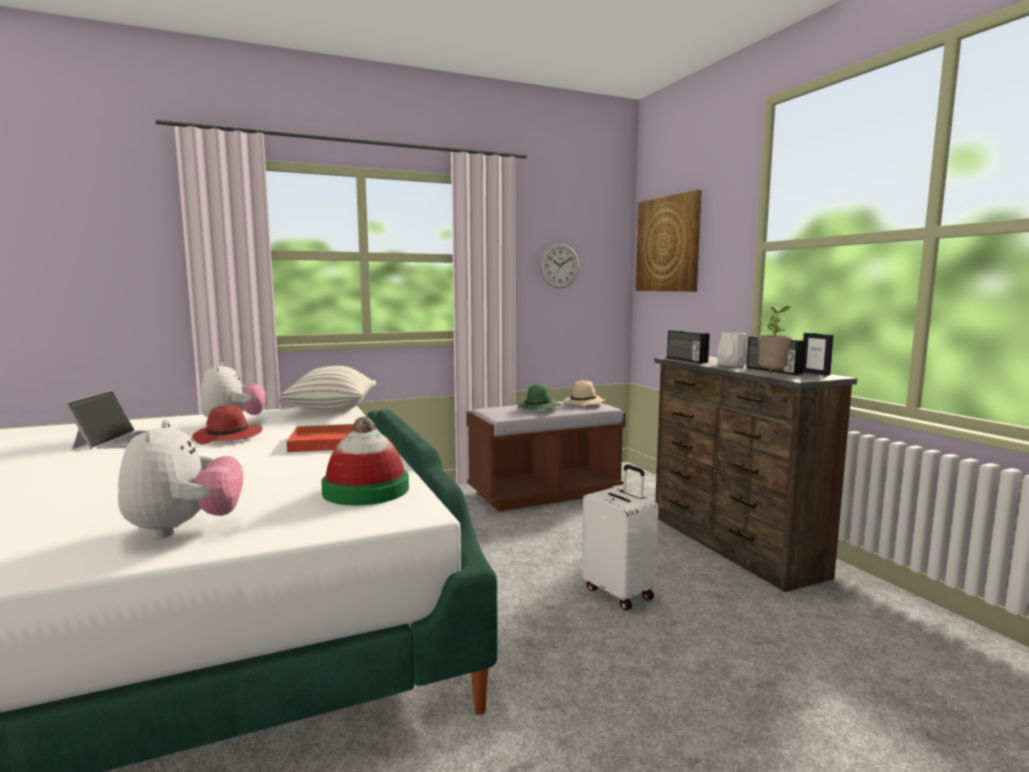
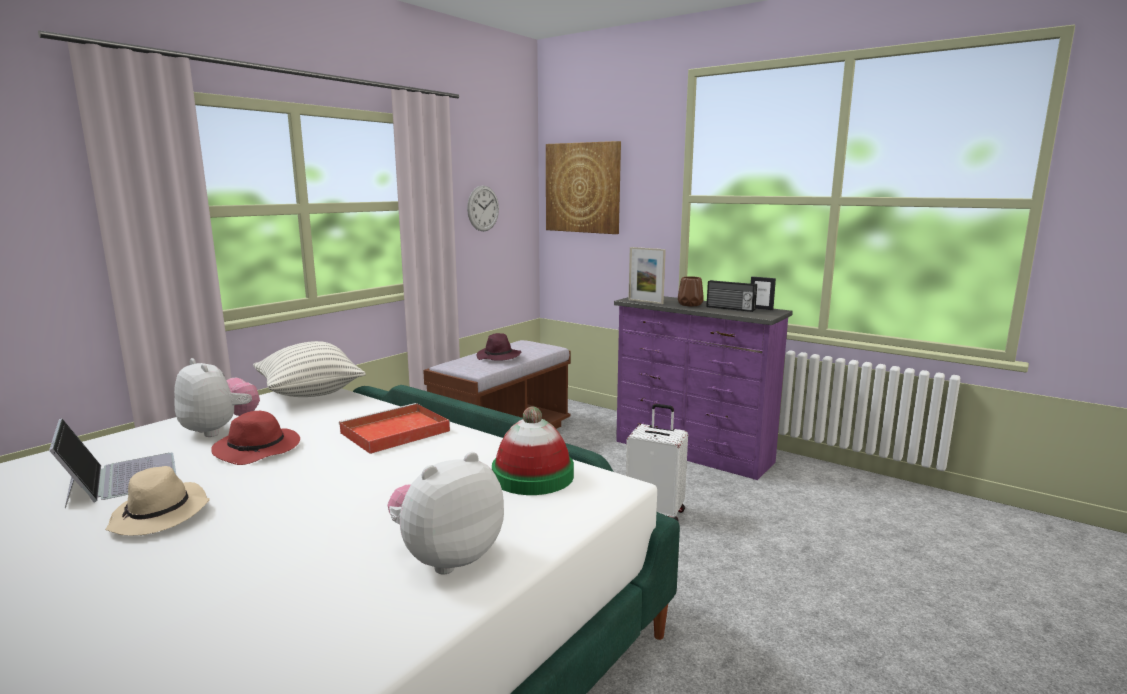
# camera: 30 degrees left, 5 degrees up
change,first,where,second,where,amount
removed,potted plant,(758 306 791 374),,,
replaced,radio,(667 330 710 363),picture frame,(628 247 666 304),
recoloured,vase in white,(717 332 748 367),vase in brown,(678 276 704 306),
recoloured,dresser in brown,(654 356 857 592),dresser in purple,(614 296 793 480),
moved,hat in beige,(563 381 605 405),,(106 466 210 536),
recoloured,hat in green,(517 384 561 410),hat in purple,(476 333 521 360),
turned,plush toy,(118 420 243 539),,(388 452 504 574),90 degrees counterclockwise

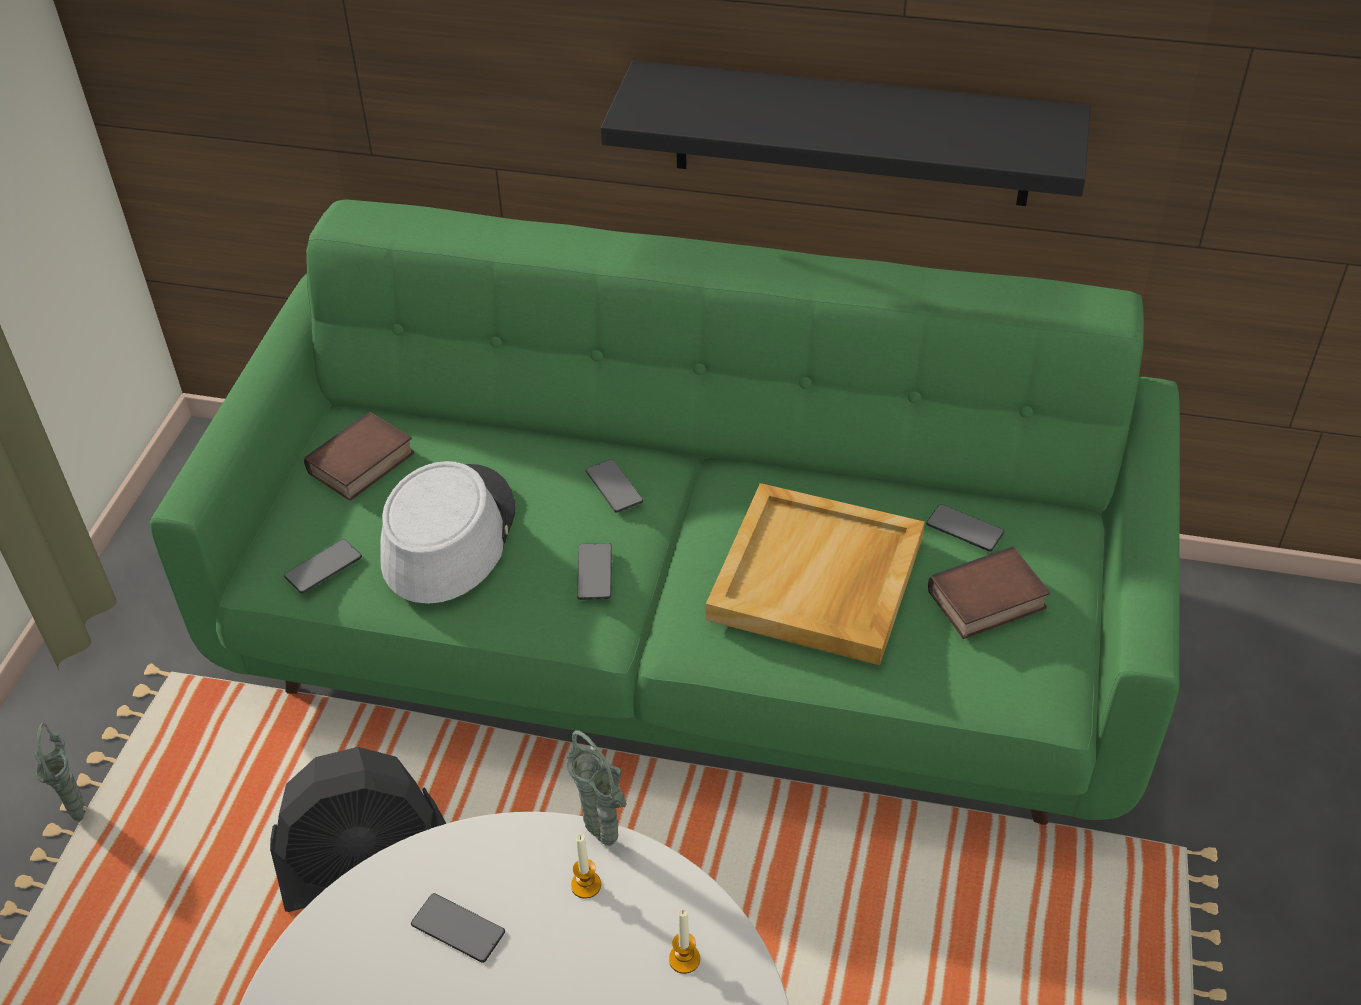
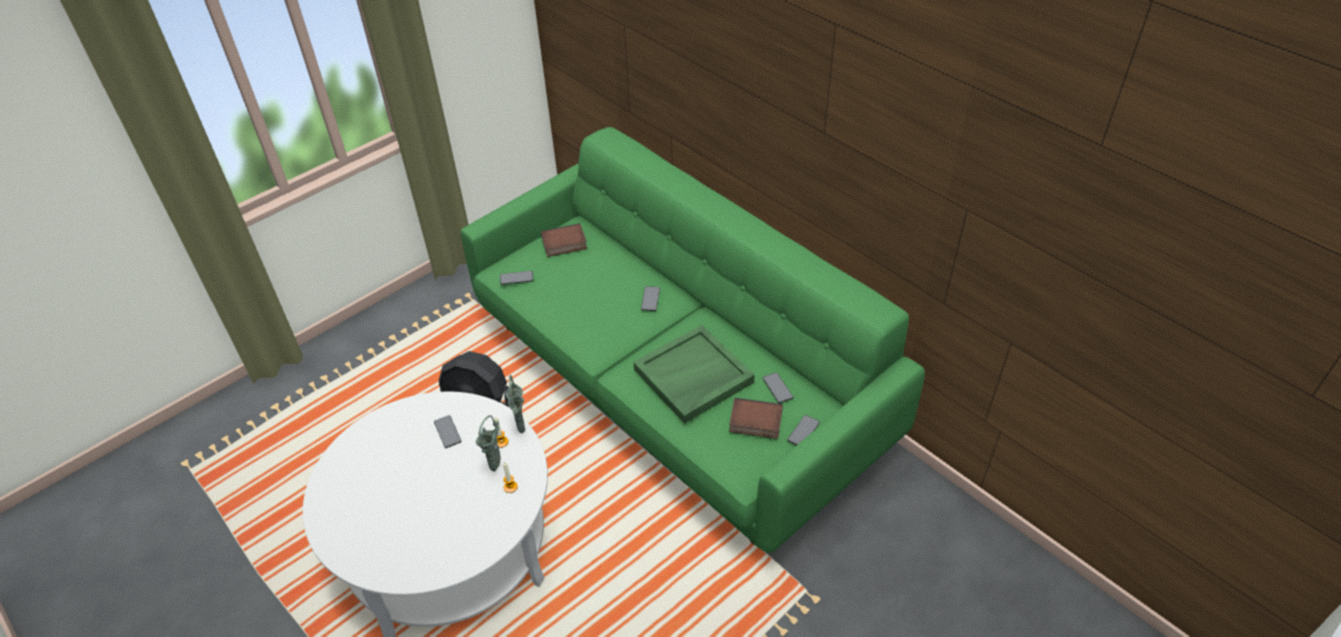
# camera: 35 degrees right, 0 degrees up
change,first,where,second,where,amount
removed,shelf in black,(601 60 1091 206),,,
removed,hat in grey,(380 461 516 604),,,
recoloured,tray in beige,(706 483 925 665),tray in green,(633 325 755 424),
moved,phone,(577 543 612 600),,(787 415 820 445),
moved,vase in green,(35 723 84 821),,(476 415 501 472),

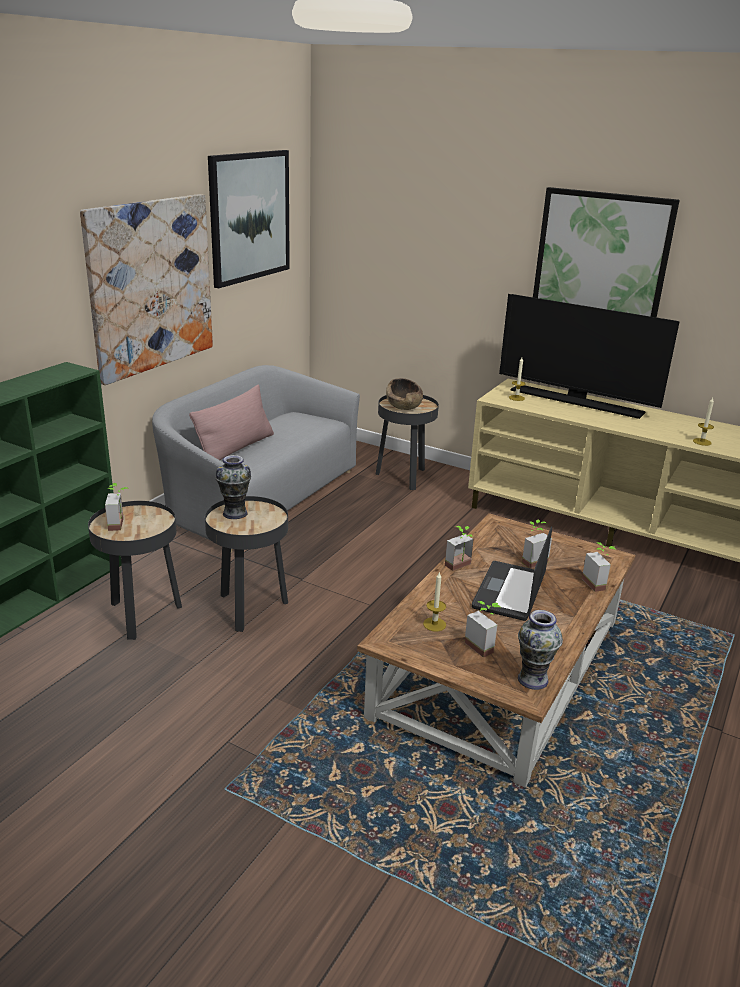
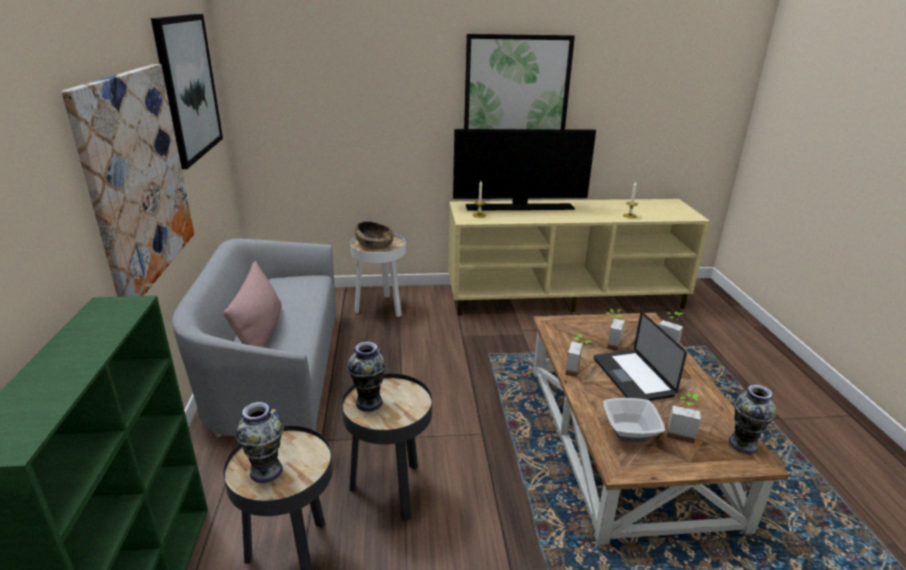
# camera: 35 degrees left, 0 degrees up
change,first,where,second,where,amount
recoloured,side table in black,(375 395 439 490),side table in white,(350 233 406 317),
replaced,potted plant,(105 483 128 531),vase,(236 402 284 483),
replaced,candle,(423 572 446 632),bowl,(603 398 665 443),

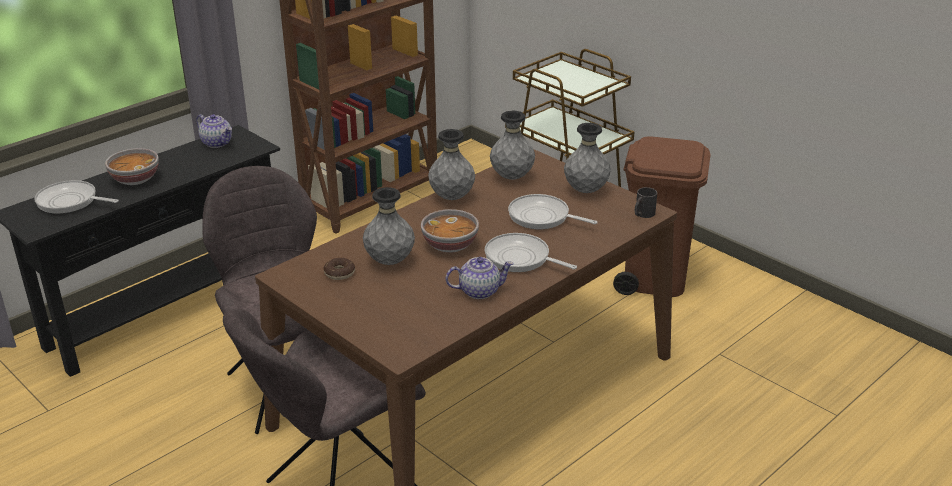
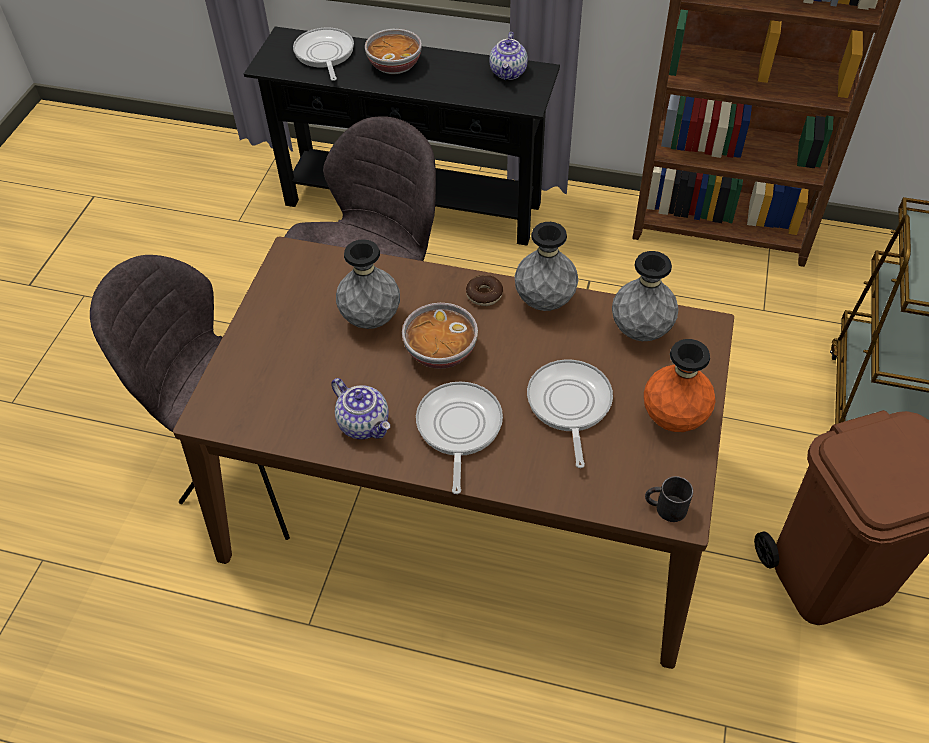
# camera: 60 degrees right, 20 degrees up
change,first,where,second,where,amount
recoloured,vase in grey,(564 123 611 193),vase in orange,(644 339 716 432),
moved,donut,(323 258 355 280),,(466 275 503 306),

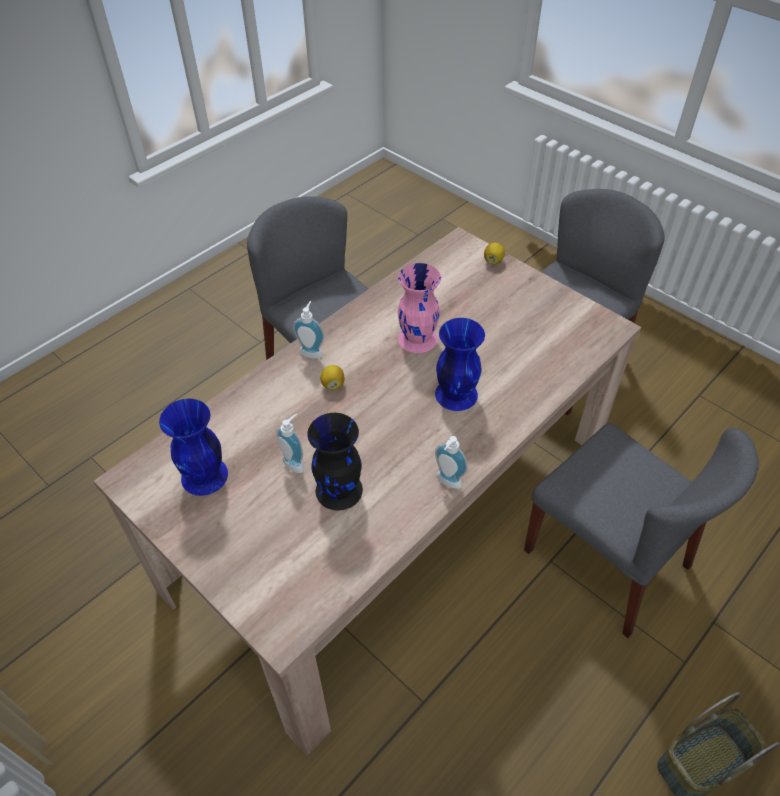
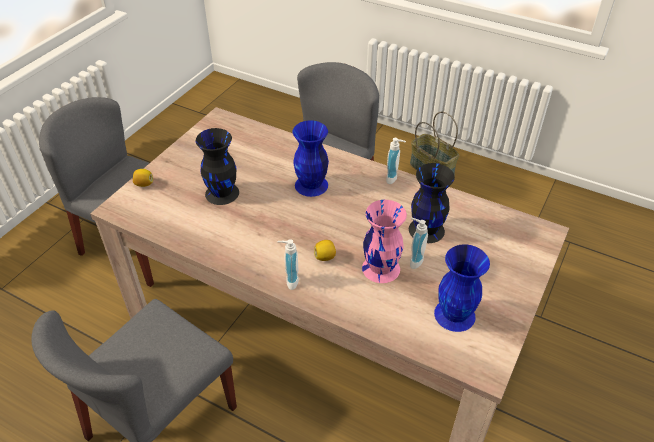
# camera: 105 degrees left, 5 degrees down
change,first,where,second,where,amount
moved,vase in pink,(398 263 441 353),,(362 200 407 283),
added,,,vase in black,(196 128 239 205),

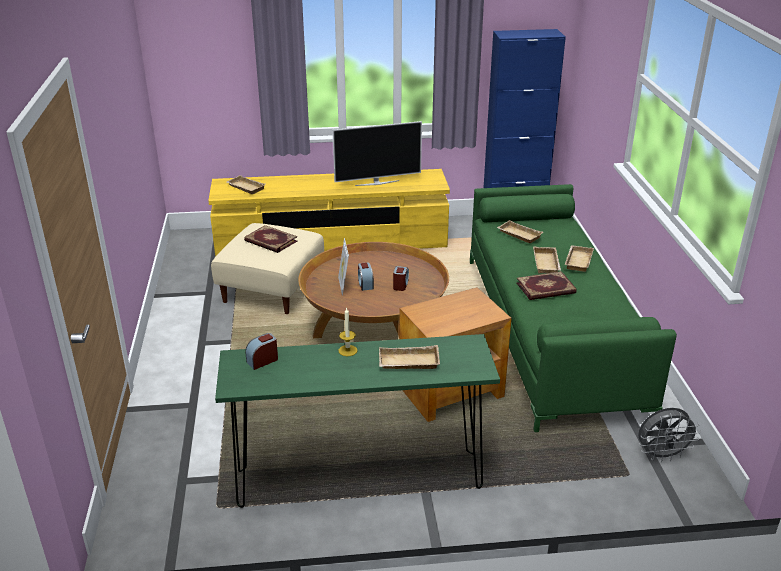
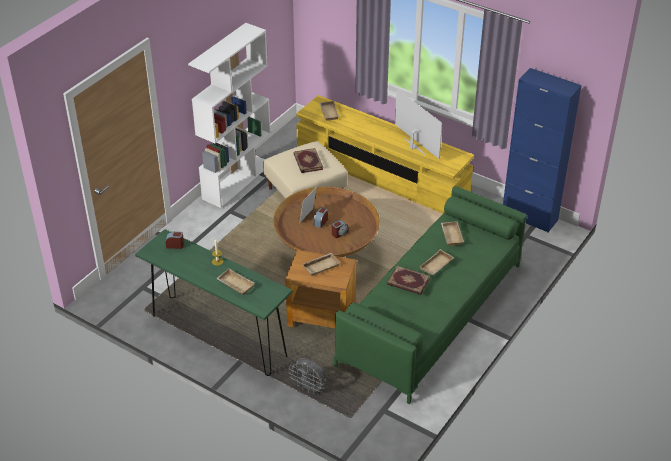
# camera: 40 degrees right, 10 degrees up
change,first,where,second,where,amount
turned,television,(332 121 422 186),,(395 89 442 159),150 degrees counterclockwise
moved,tray in beige,(565 245 594 272),,(302 253 340 276),
moved,fan in grey,(638 408 701 462),,(289 358 326 394),
added,,,bookcase in white,(188 23 271 208),

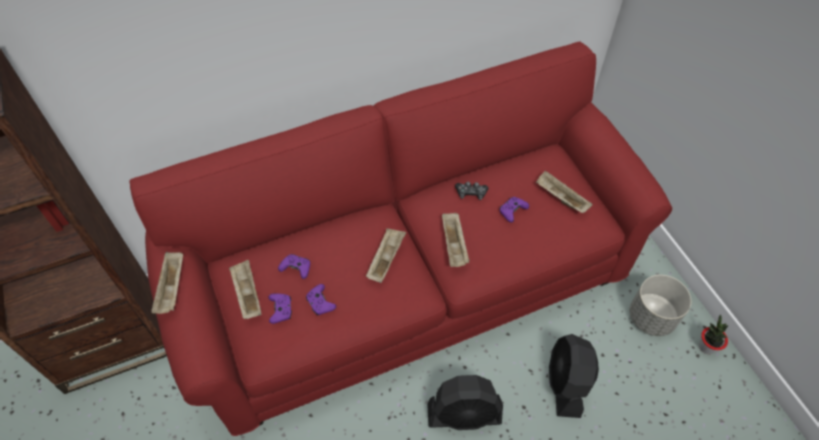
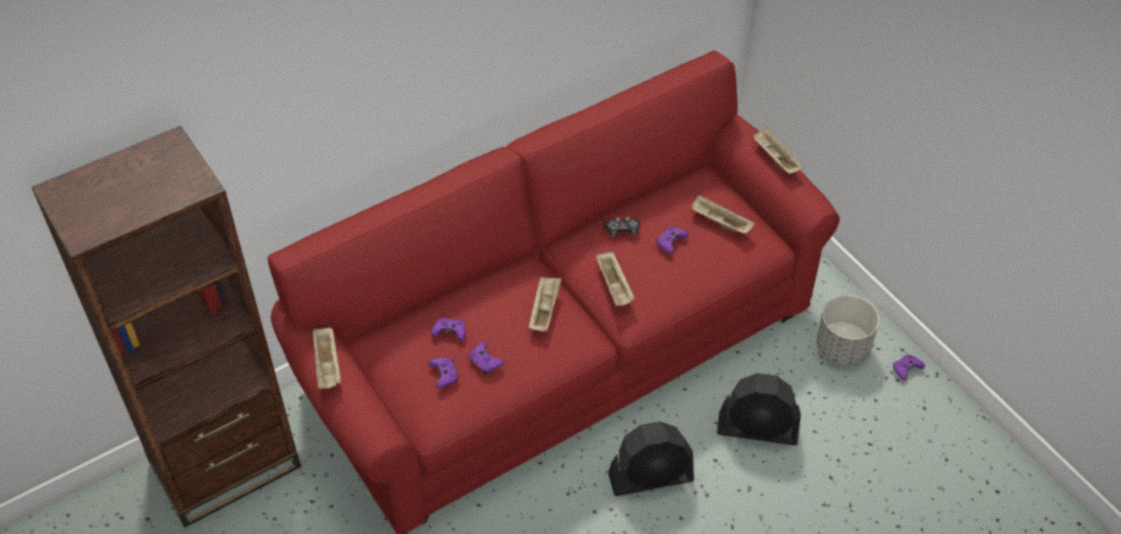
# camera: 10 degrees left, 5 degrees down
change,first,where,second,where,amount
moved,tray in beige,(229 260 261 319),,(752 127 804 174),
replaced,potted plant,(699 315 728 354),game controller in purple,(893 355 925 380),
turned,fan in black,(549 334 599 418),,(717 373 801 445),75 degrees counterclockwise

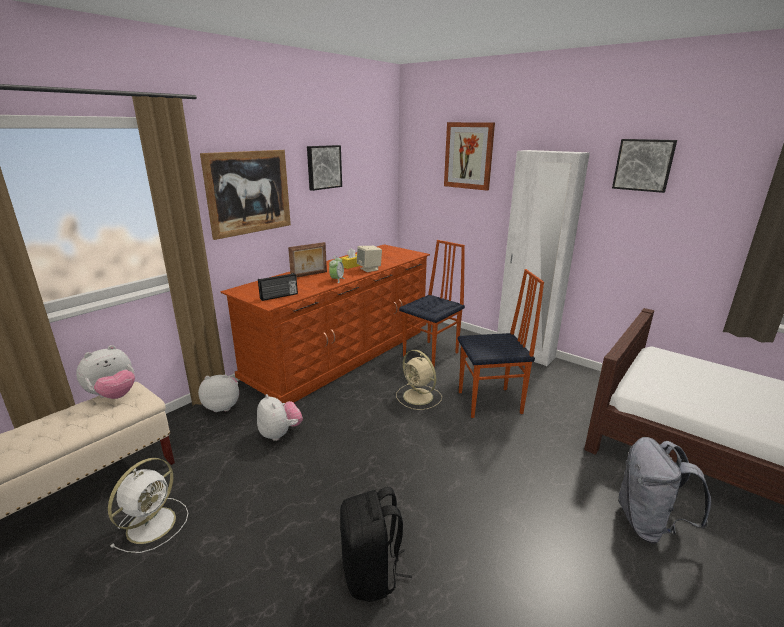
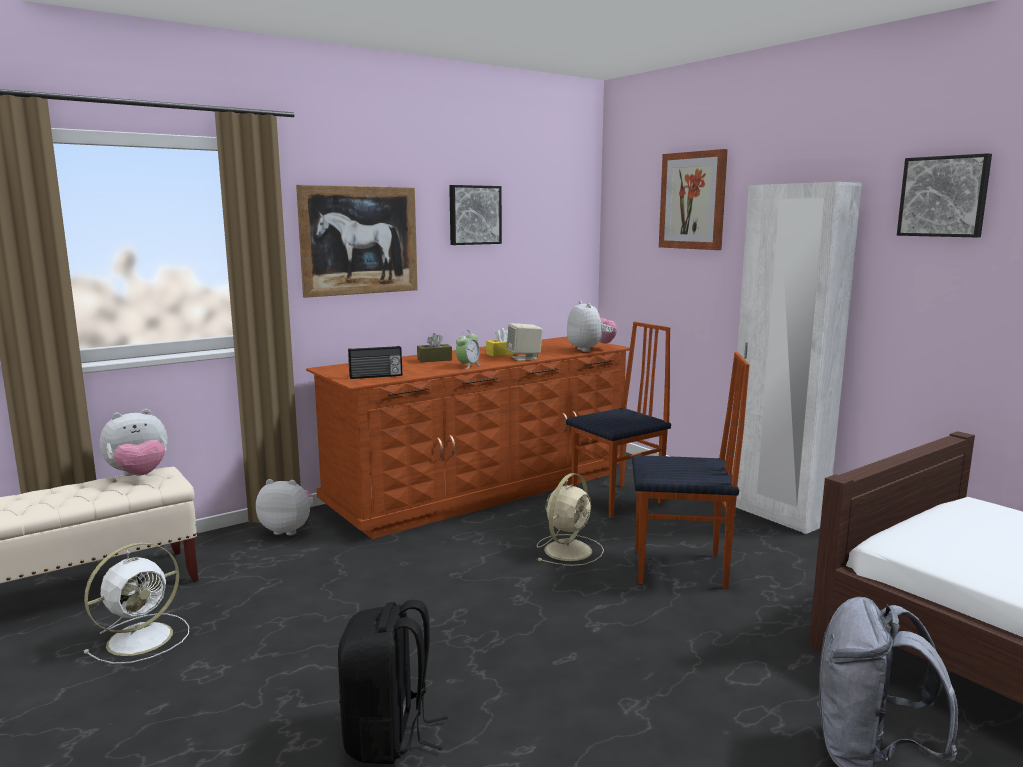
# camera: 15 degrees right, 10 degrees down
change,first,where,second,where,amount
replaced,picture frame,(288 242 327 277),tissue box in brown,(417 333 452 362),
turned,fan in beige,(396 350 442 410),,(537 473 604 566),120 degrees counterclockwise
moved,plush toy,(257 394 303 441),,(567 301 617 352),

